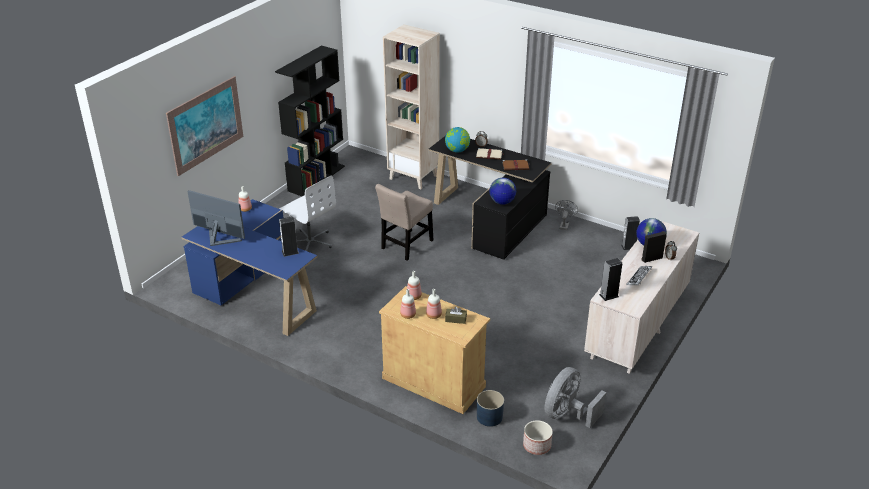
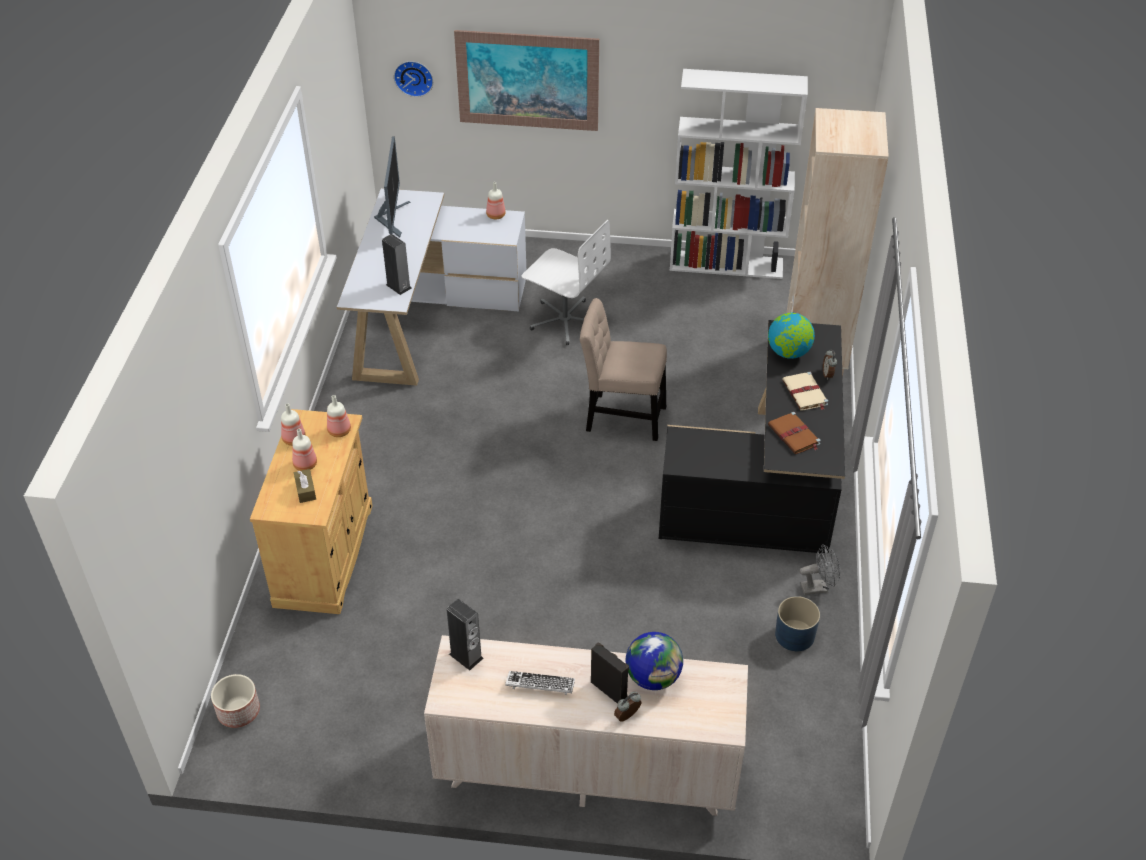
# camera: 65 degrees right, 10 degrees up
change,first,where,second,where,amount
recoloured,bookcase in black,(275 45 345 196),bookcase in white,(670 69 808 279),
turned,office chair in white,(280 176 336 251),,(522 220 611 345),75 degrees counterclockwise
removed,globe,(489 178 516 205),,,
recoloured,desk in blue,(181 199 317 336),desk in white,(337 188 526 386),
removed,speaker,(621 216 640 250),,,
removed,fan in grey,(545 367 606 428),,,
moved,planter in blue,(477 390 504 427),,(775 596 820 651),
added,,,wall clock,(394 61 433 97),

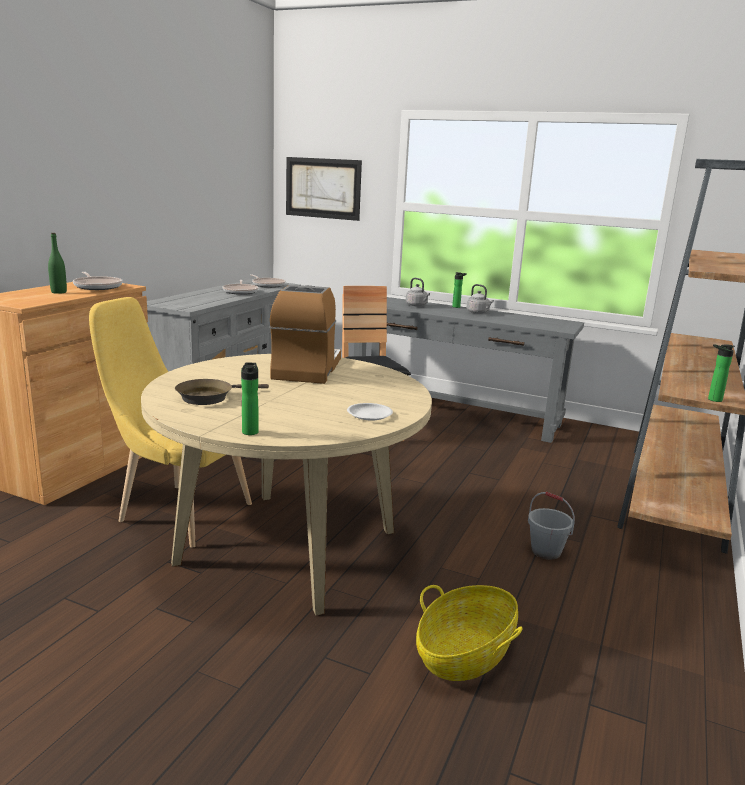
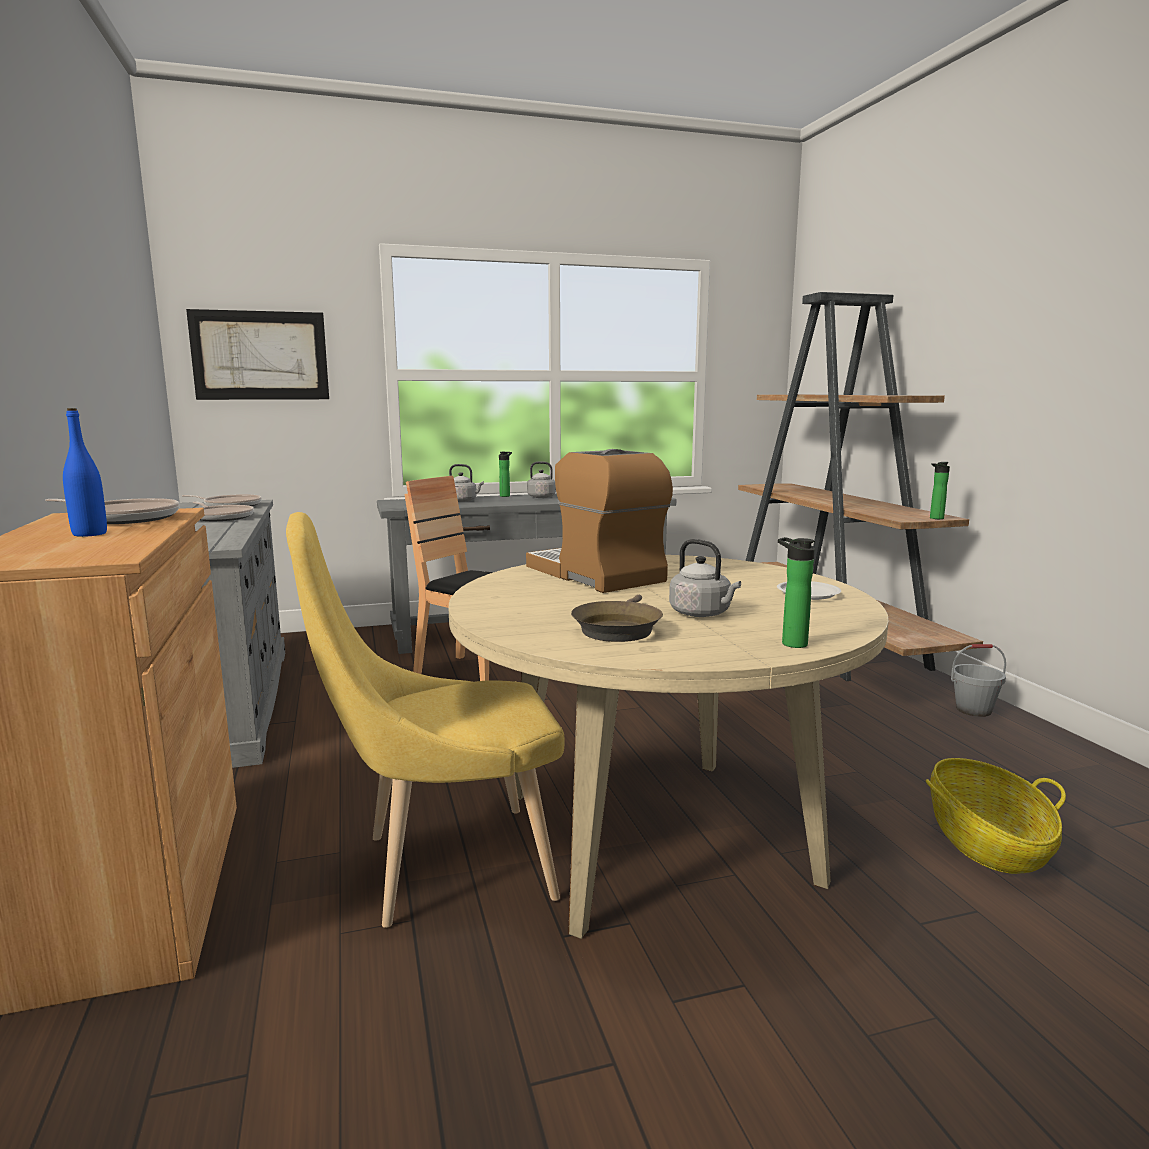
# camera: 40 degrees left, 5 degrees down
change,first,where,second,where,amount
recoloured,bottle in green,(48 233 67 294),bottle in blue,(63 408 107 537),
moved,bucket in grey,(528 492 575 560),,(951 644 1006 717),
added,,,kettle in grey,(669 539 741 617),

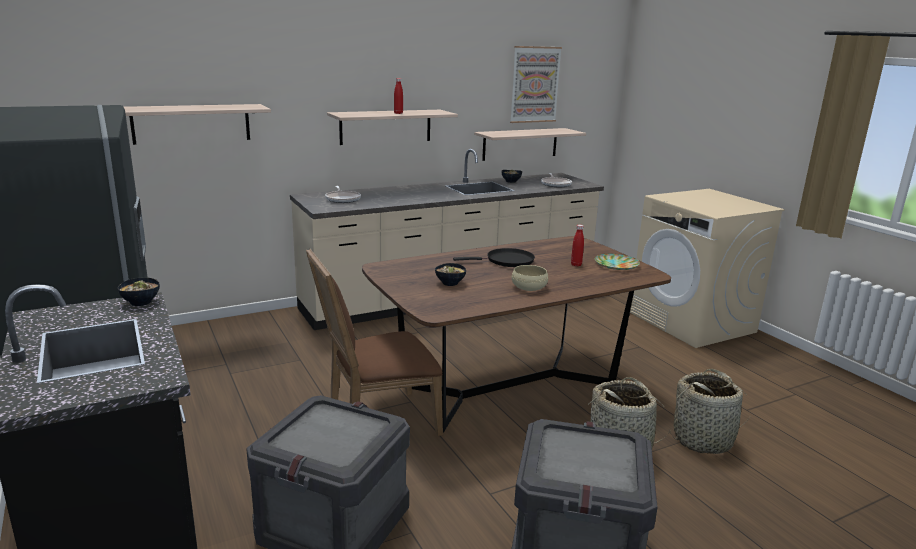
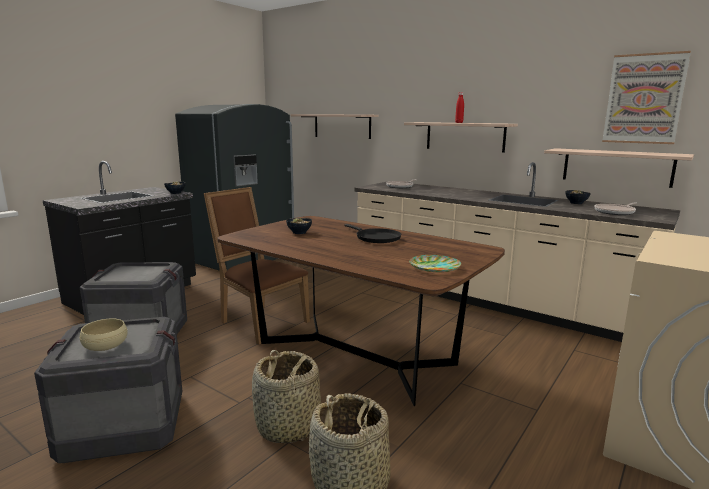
# camera: 65 degrees right, 5 degrees down
change,first,where,second,where,amount
removed,bottle in red,(571 225 584 267),,,
moved,bowl in beige,(512 265 548 291),,(80 319 127 351),

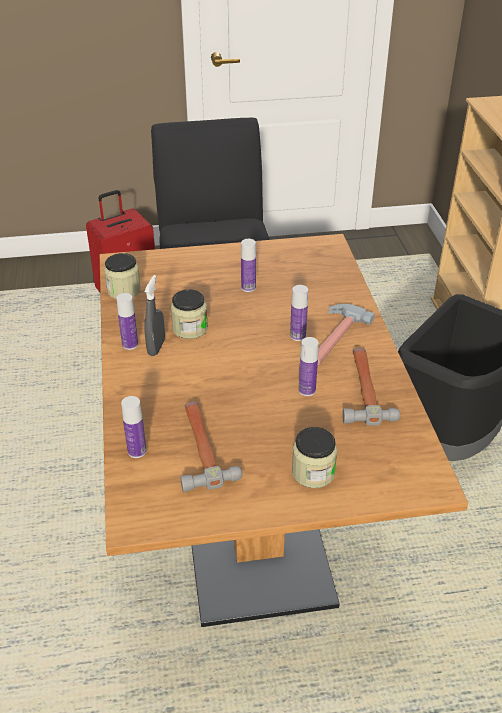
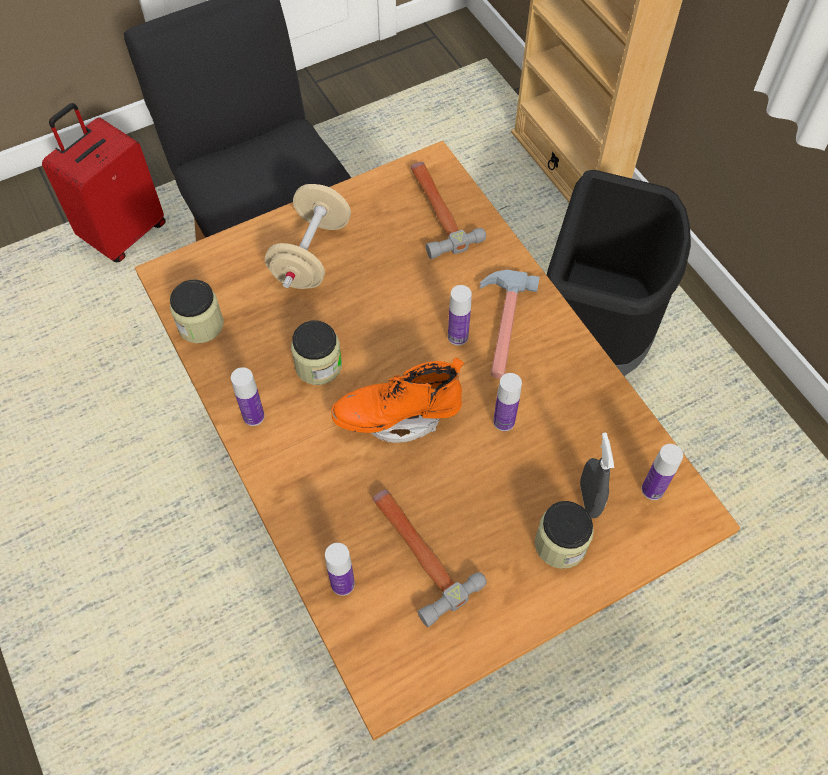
# camera: 20 degrees left, 20 degrees up
change,first,where,second,where,amount
moved,bottle,(241 239 256 292),,(641 444 683 500),
moved,spray bottle in grey,(144 275 165 356),,(580 433 614 518),
moved,hammer,(342 348 400 426),,(411 162 486 259),
added,,,dumbbell in beige,(265 184 351 289),
added,,,boot in orange,(331 358 464 443),

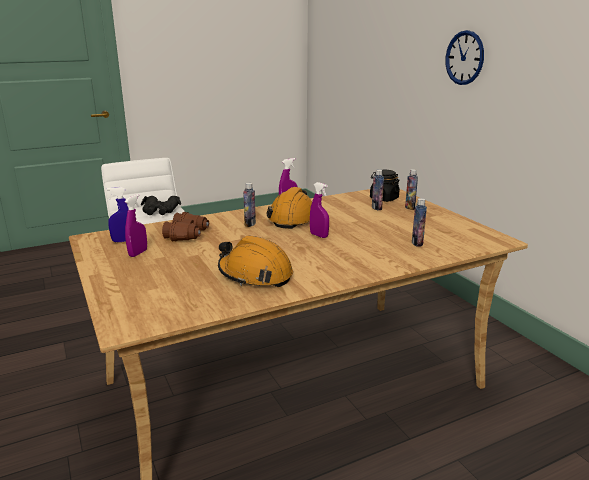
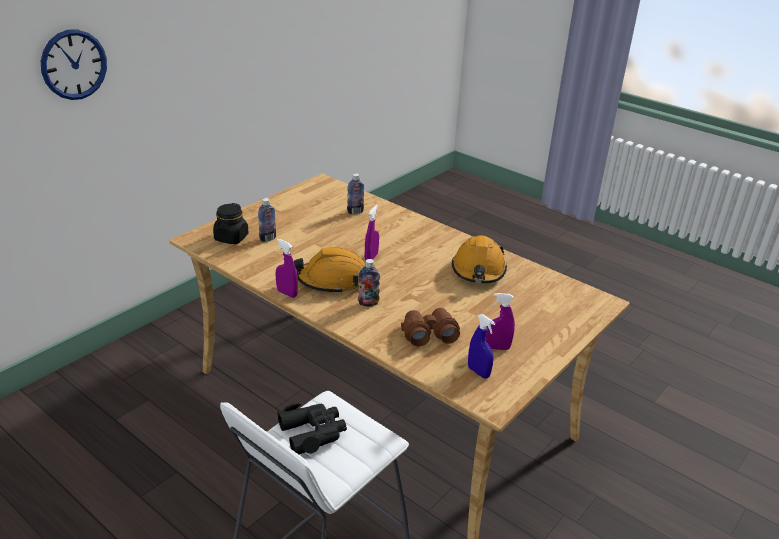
# camera: 115 degrees left, 10 degrees up
change,first,where,second,where,amount
removed,bottle,(405 169 418 210),,,

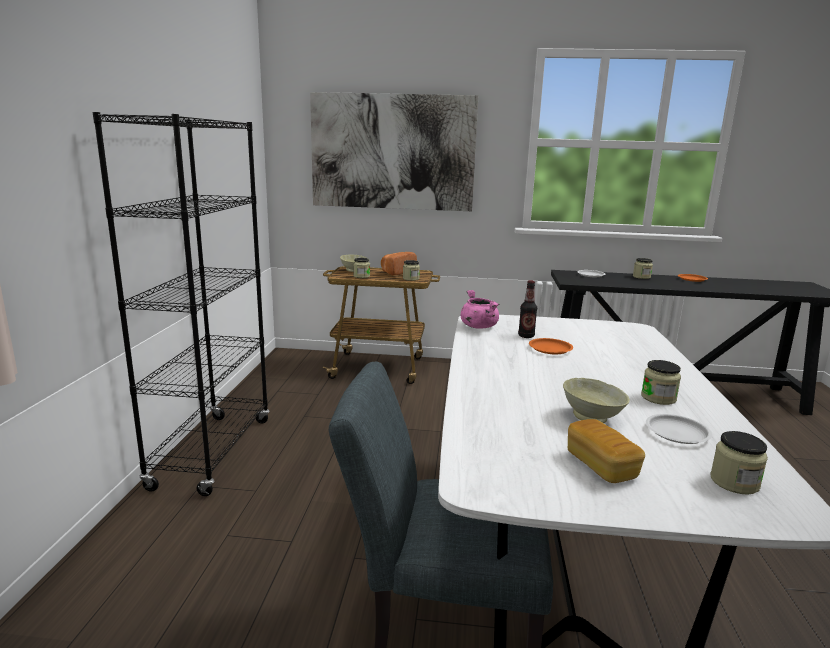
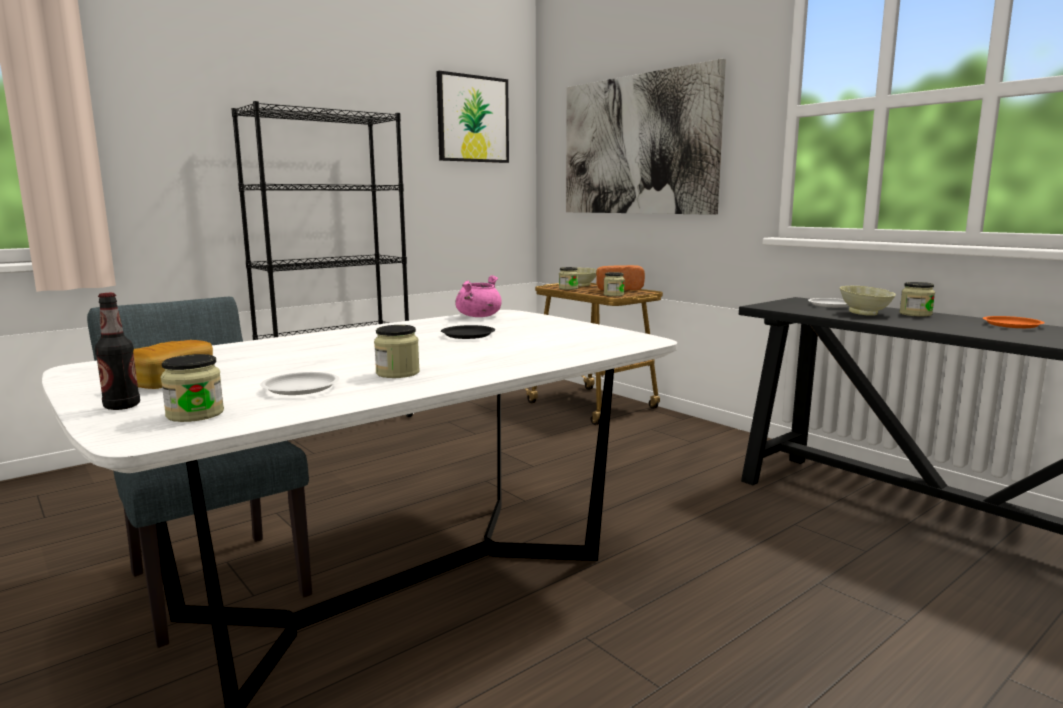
# camera: 45 degrees right, 5 degrees down
change,first,where,second,where,amount
moved,bottle,(518 280 537 338),,(95 293 140 410),
recoloured,plate in orange,(529 338 573 354),plate in black,(441 325 495 339),
moved,bowl in beige,(563 378 630 423),,(840 286 896 316),
added,,,picture,(436 71 509 163),

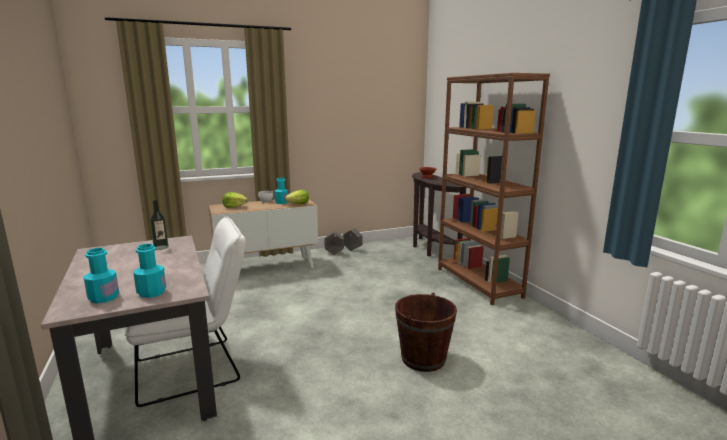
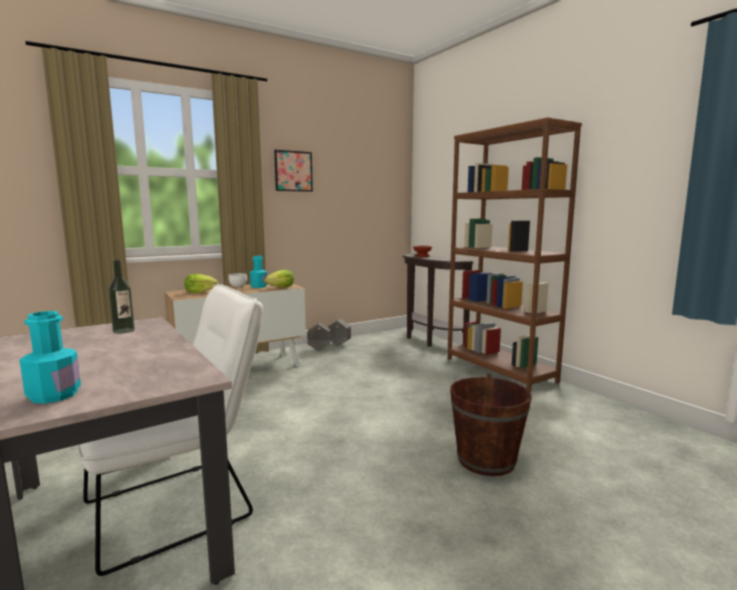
# camera: 10 degrees left, 5 degrees down
change,first,where,second,where,amount
removed,bottle in turquoise,(133 244 166 298),,,
added,,,picture,(274 150 313 192),

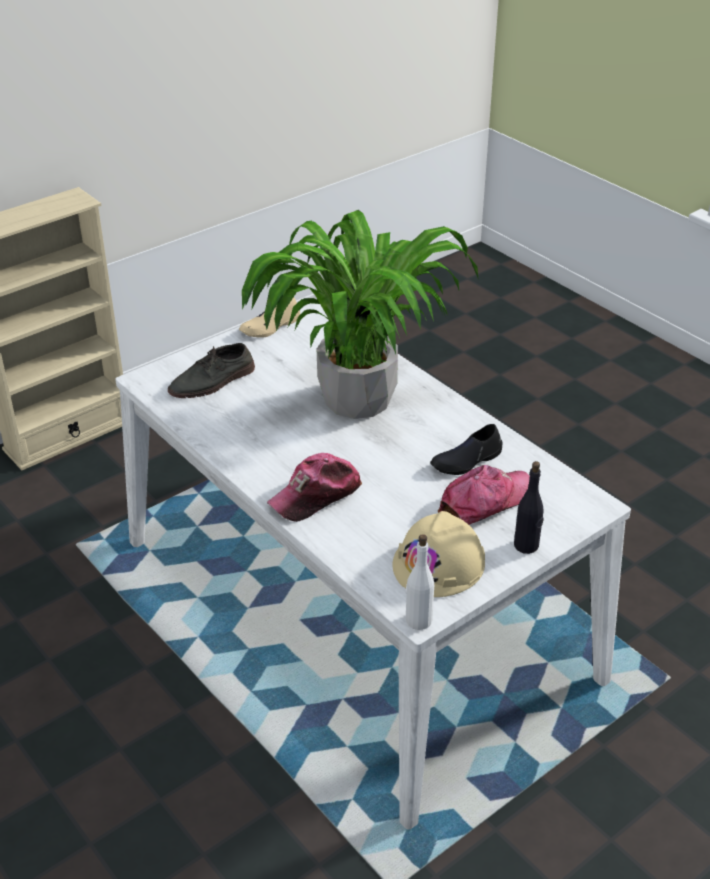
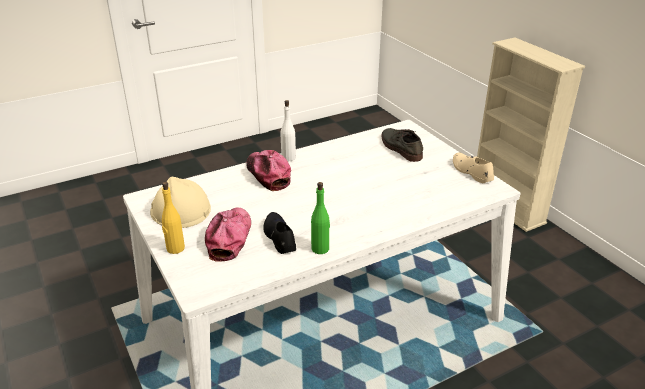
# camera: 100 degrees right, 5 degrees down
change,first,where,second,where,amount
removed,potted plant,(242 210 478 419),,,
recoloured,bottle in black,(514 461 544 554),bottle in yellow,(162 182 185 254),
turned,cap,(438 465 530 525),,(205 208 251 261),150 degrees counterclockwise
moved,bottle in white,(406 534 434 630),,(280 100 296 161),
added,,,bottle in green,(311 182 330 254),

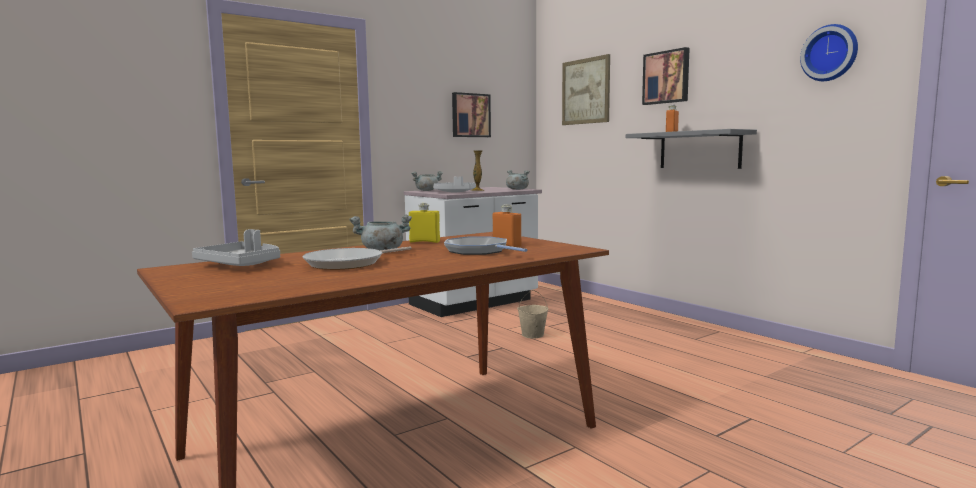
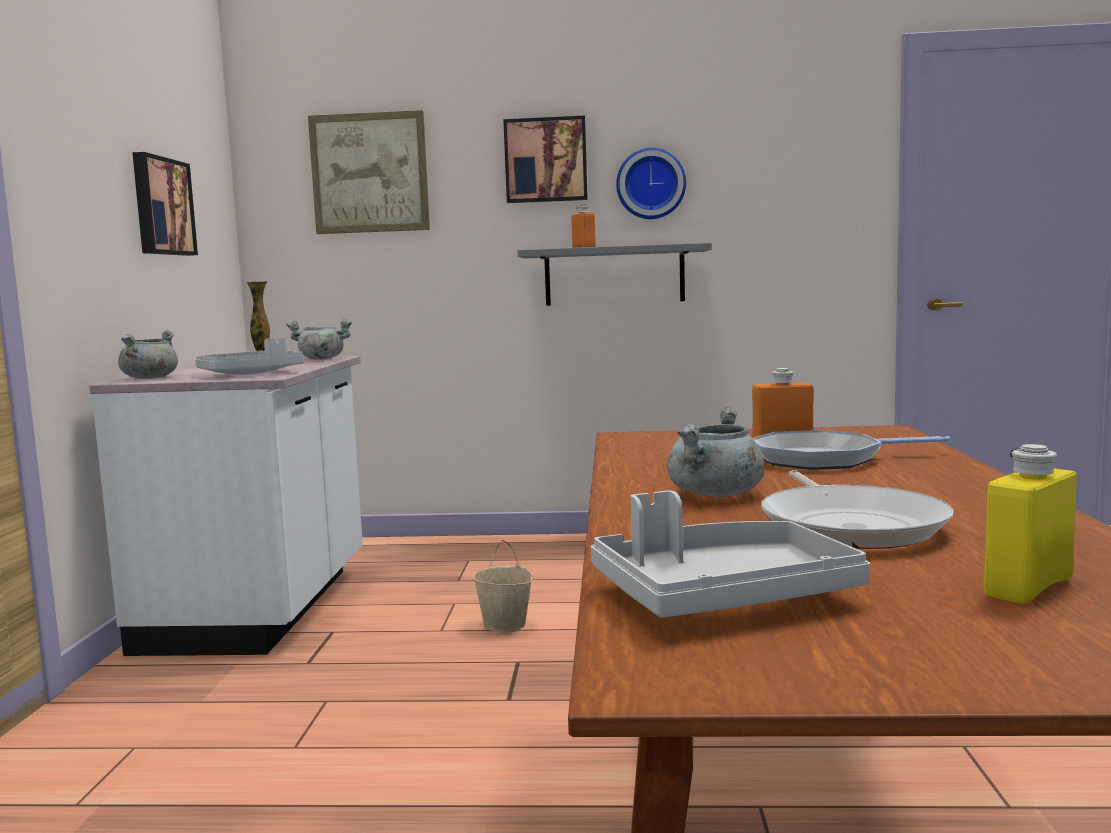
# camera: 50 degrees left, 0 degrees up
change,first,where,second,where,amount
moved,wall clock,(800 24 858 81),,(616 148 686 219),
moved,bottle in yellow,(409 203 440 243),,(984 444 1077 604),

